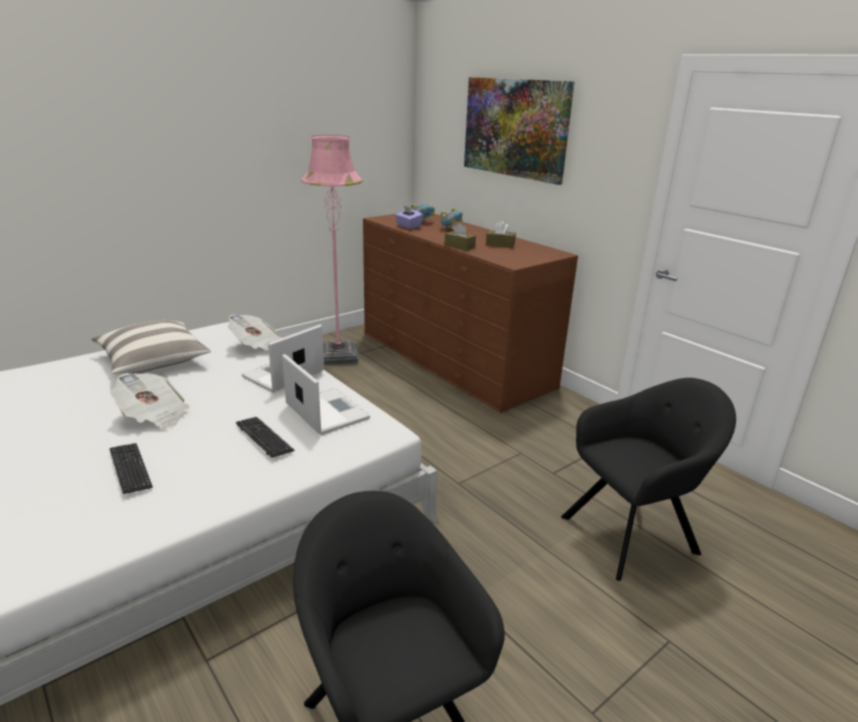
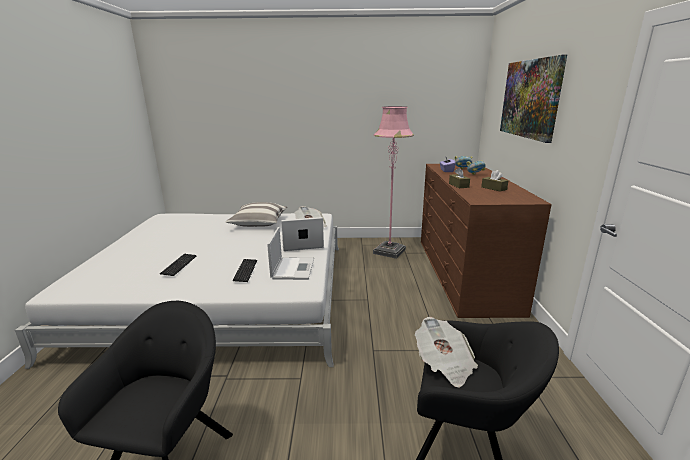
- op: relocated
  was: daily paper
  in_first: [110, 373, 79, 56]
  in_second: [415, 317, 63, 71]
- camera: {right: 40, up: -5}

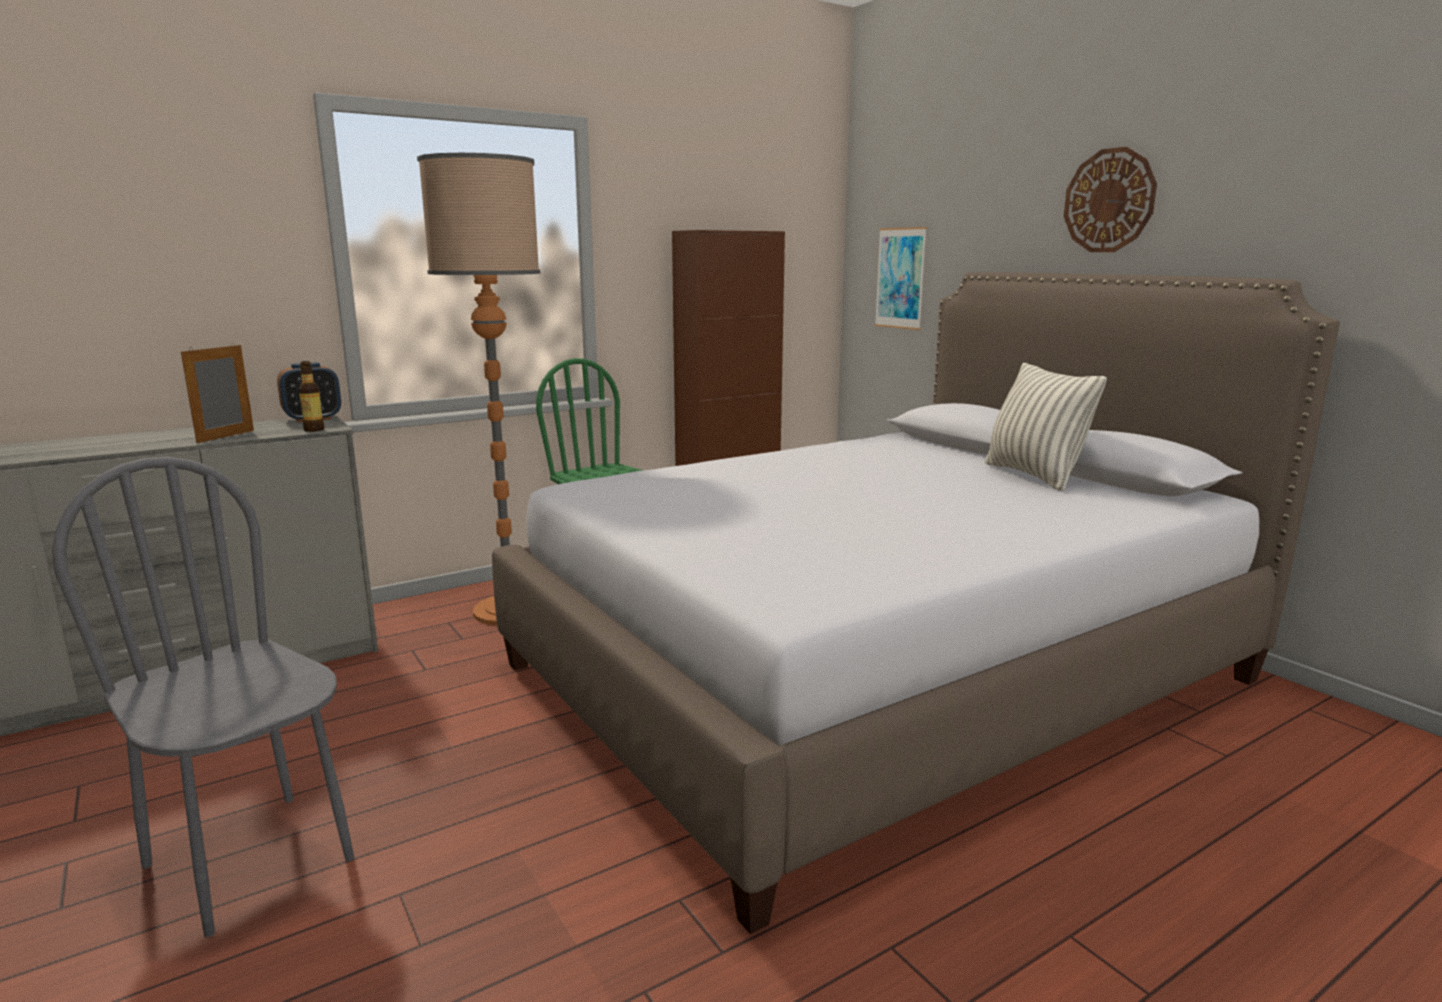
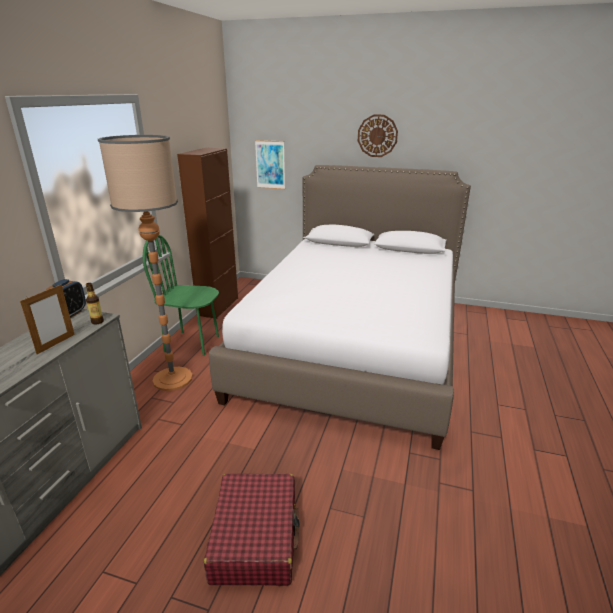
- op: spun
  was: photo frame
  in_first: [181, 343, 73, 100]
  in_second: [20, 285, 55, 69]
  clockwise: -135
- op: missing
  was: throw pillow
  in_first: [985, 363, 122, 128]
- op: exchanged
  was: greyish plain chair
  now: red-coloured suitcase
  in_first: [52, 457, 302, 480]
  in_second: [204, 474, 96, 112]
- camera: {right: -40, up: 10}

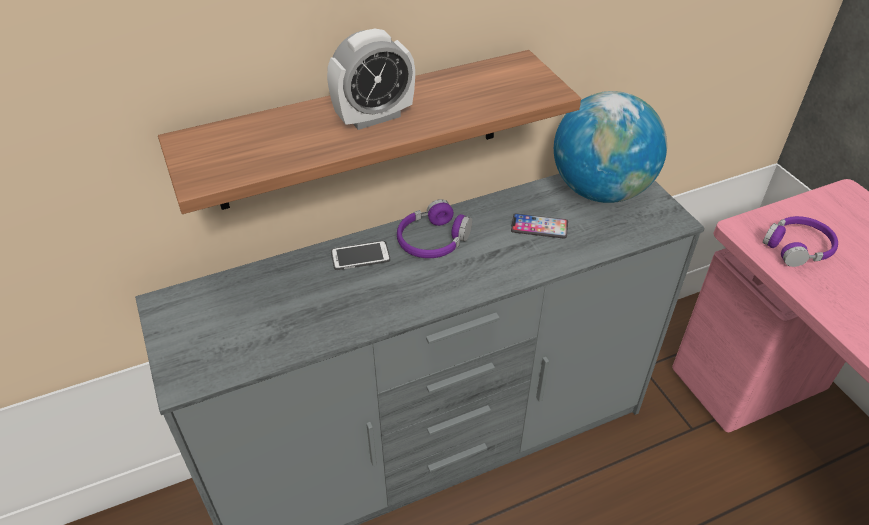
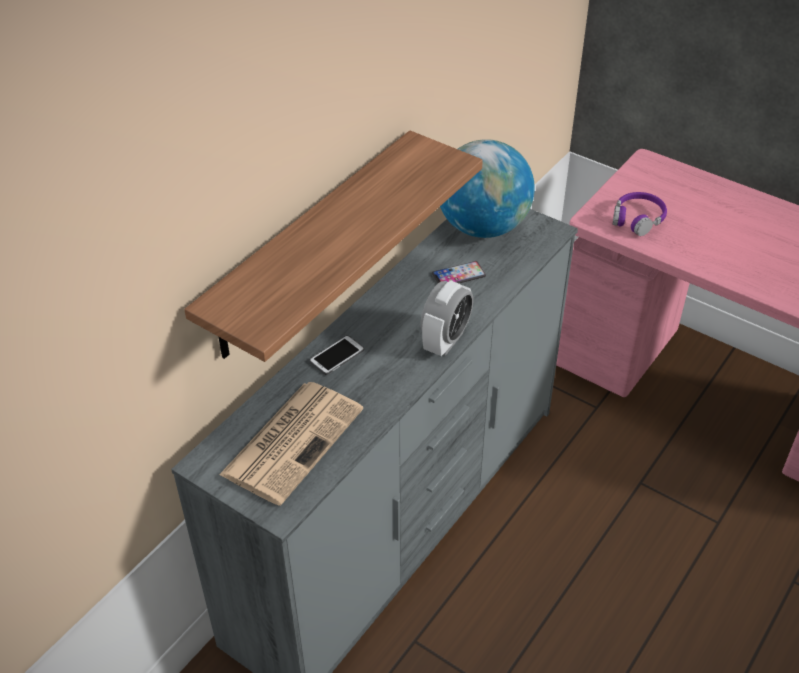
- op: relocated
  was: table clock
  in_first: [327, 29, 88, 101]
  in_second: [420, 281, 54, 75]
- op: missing
  was: purple-coloured pair of headphones
  in_first: [397, 199, 75, 59]
- op: appeared
  now: daily paper
  in_second: [219, 382, 144, 124]
- camera: {right: -30, up: 0}

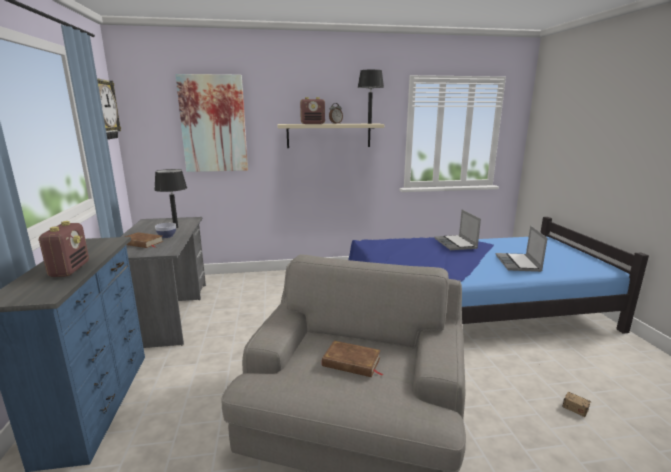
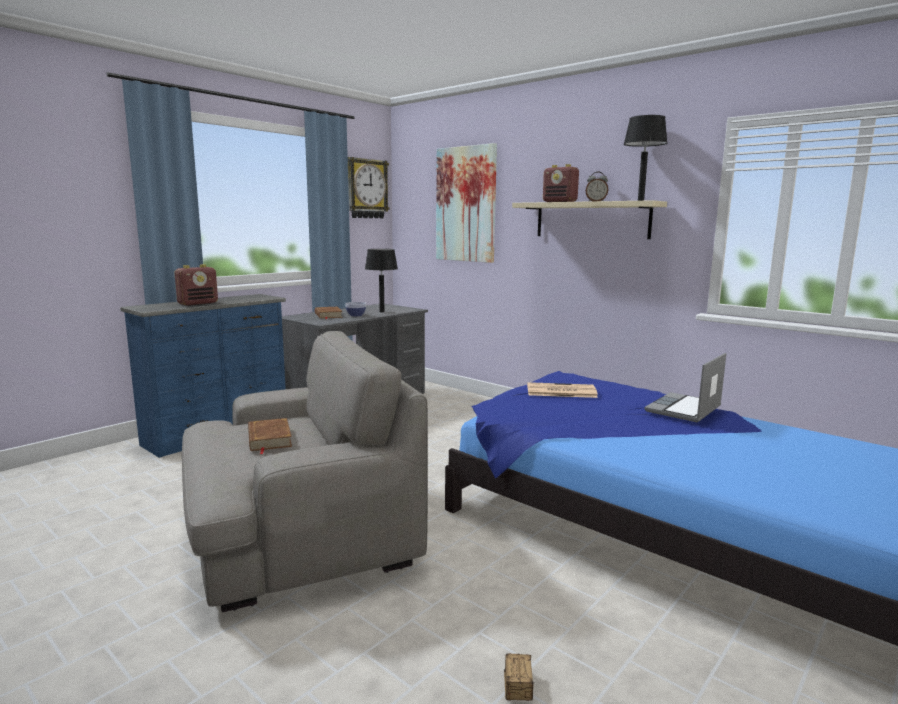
- op: missing
  was: laptop
  in_first: [496, 225, 52, 47]
- op: appeared
  now: daily paper
  in_second: [527, 382, 71, 16]
- camera: {right: 50, up: -5}

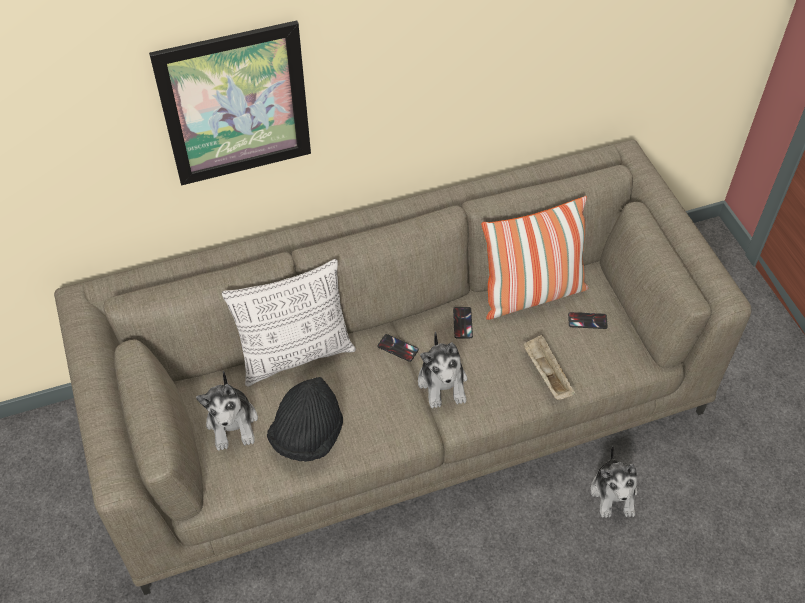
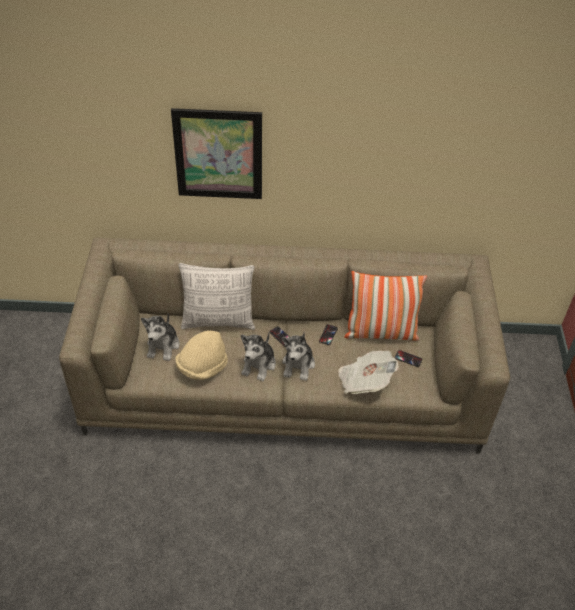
- op: exchanged
  was: beige-coloured serving tray
  now: daily paper
  in_first: [523, 335, 52, 65]
  in_second: [338, 351, 60, 43]
- op: colour
  was: black hat
  now: beige-coloured hat
  in_first: [267, 377, 76, 85]
  in_second: [175, 330, 53, 50]
- op: relocated
  was: cuddly toy
  in_first: [591, 446, 47, 72]
  in_second: [241, 332, 35, 49]
- camera: {right: 20, up: -5}

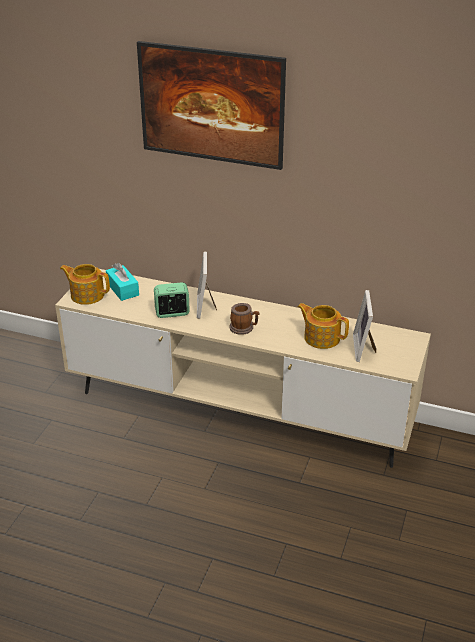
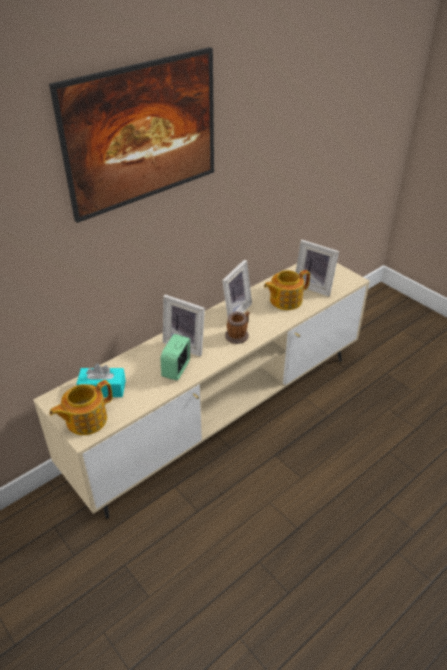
- op: appeared
  now: photo frame
  in_second: [222, 260, 30, 56]
- camera: {right: -60, up: 5}

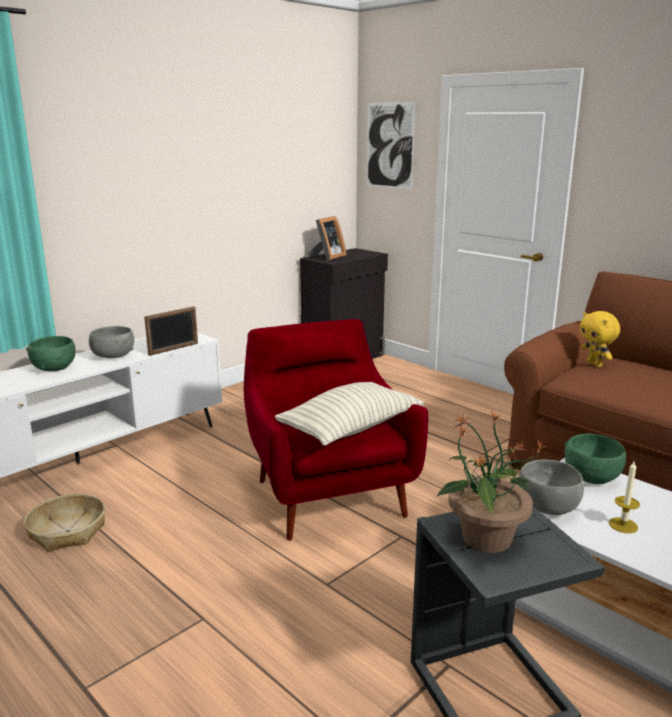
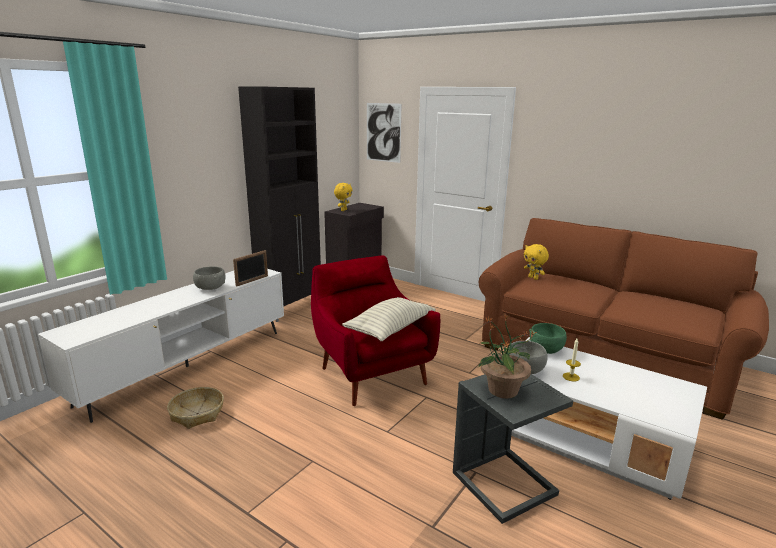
- op: exchanged
  was: photo frame
  now: yellow cuddly toy
  in_first: [308, 216, 38, 45]
  in_second: [334, 183, 18, 28]
- op: missing
  was: green bowl
  in_first: [26, 336, 50, 35]
- op: appeared
  now: black cupboard
  in_second: [238, 86, 83, 236]
- camera: {right: -10, up: 0}

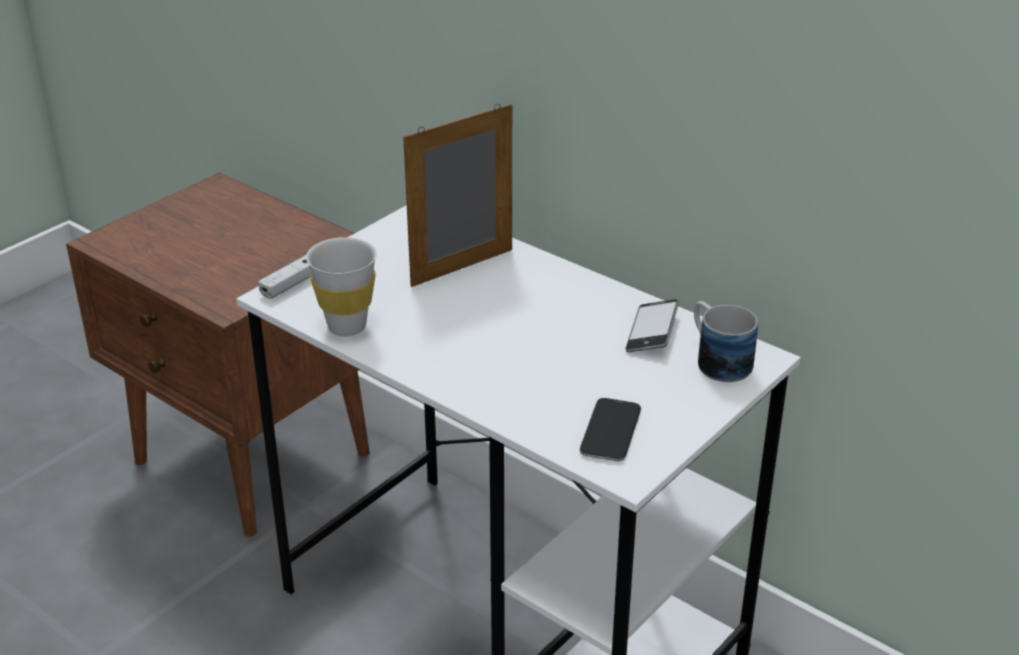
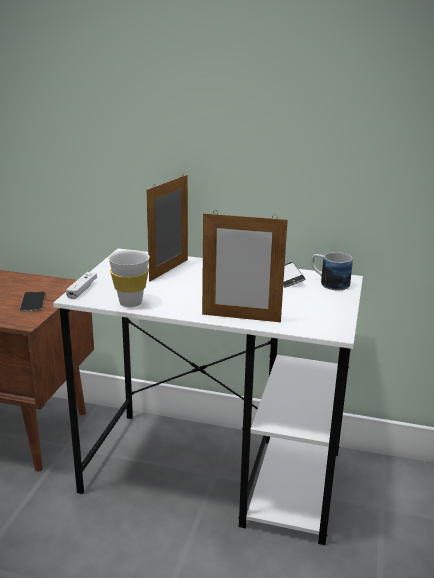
- op: relocated
  was: telephone
  in_first: [580, 398, 61, 64]
  in_second: [20, 291, 25, 20]
- op: appeared
  now: photo frame
  in_second: [202, 210, 86, 112]
- camera: {right: -25, up: -10}

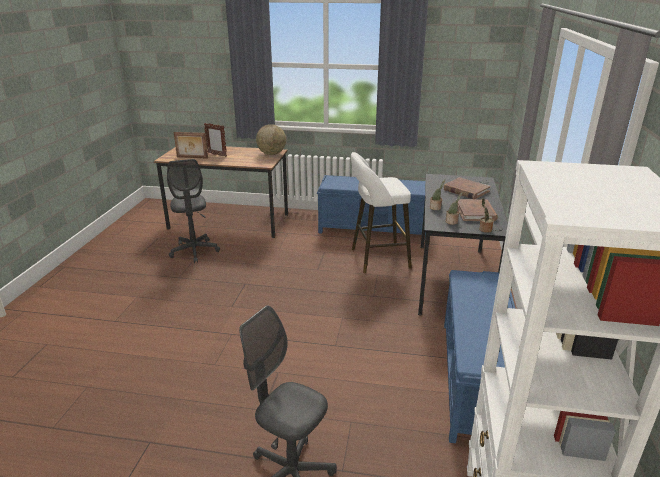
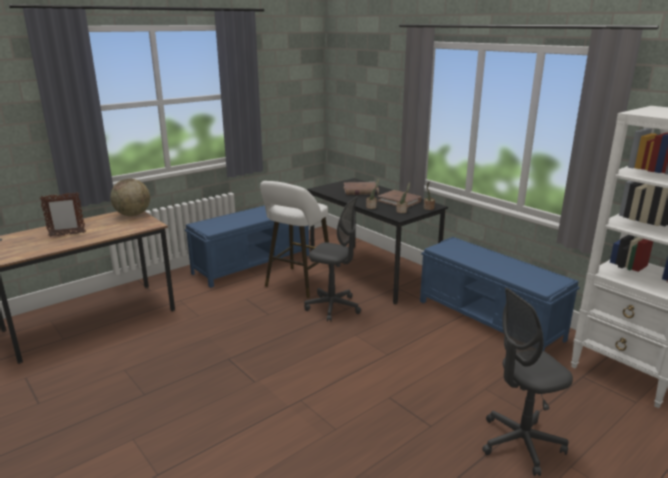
- op: missing
  was: photo frame
  in_first: [174, 132, 34, 27]
- op: relocated
  was: greyish office chair
  in_first: [167, 159, 53, 104]
  in_second: [304, 196, 57, 126]
- camera: {right: -50, up: -5}

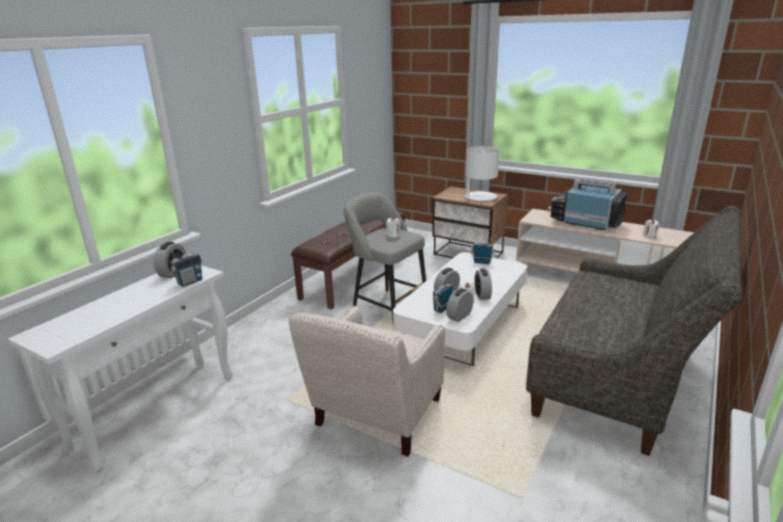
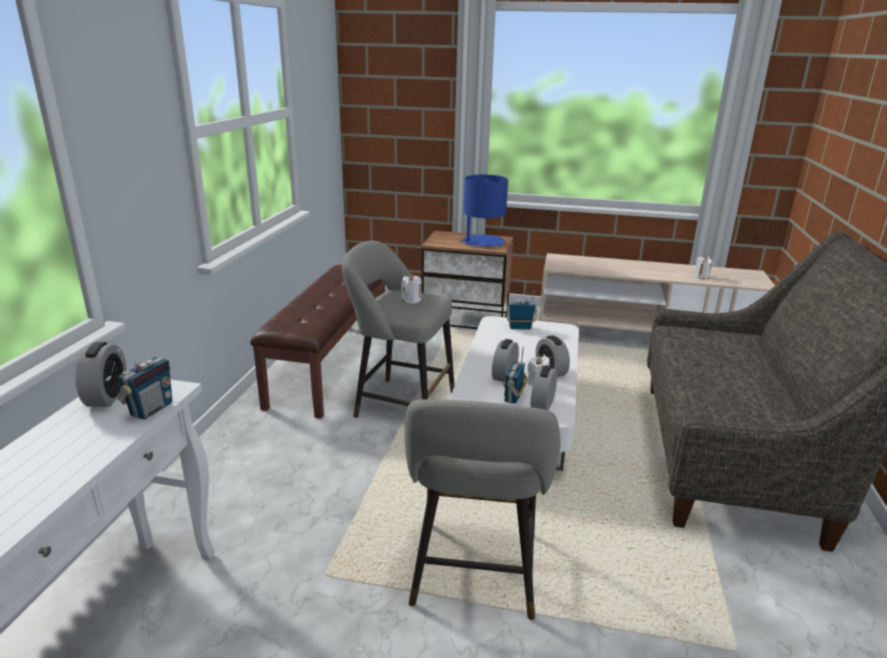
- op: colour
  was: white-coloured lamp for a table
  now: blue lamp for a table
  in_first: [461, 146, 39, 55]
  in_second: [460, 175, 48, 72]
- op: missing
  was: TV
  in_first: [548, 179, 80, 51]
- op: exchanged
  was: beige-coloured easy chair
  now: greyish stool seat
  in_first: [289, 306, 156, 151]
  in_second: [404, 399, 157, 221]
- camera: {right: -20, up: 0}

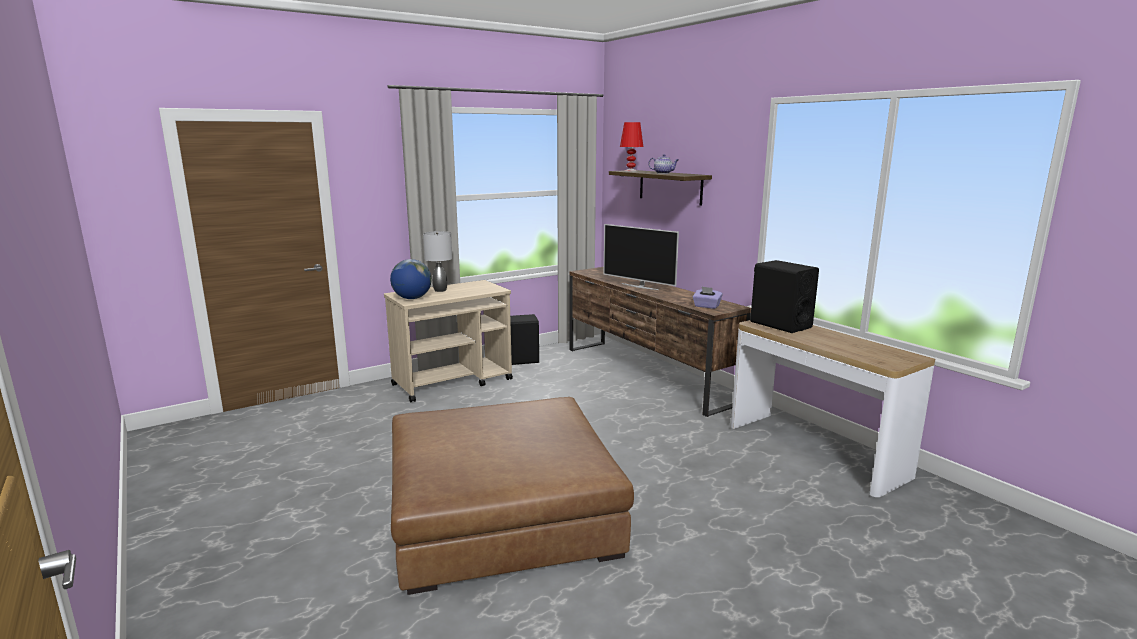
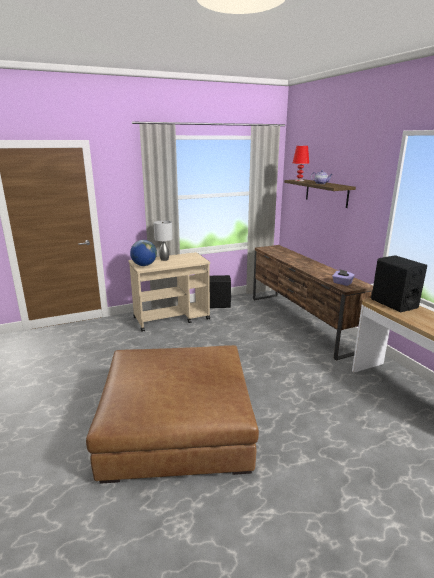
- op: missing
  was: TV
  in_first: [604, 224, 75, 66]
- camera: {right: 10, up: 5}

